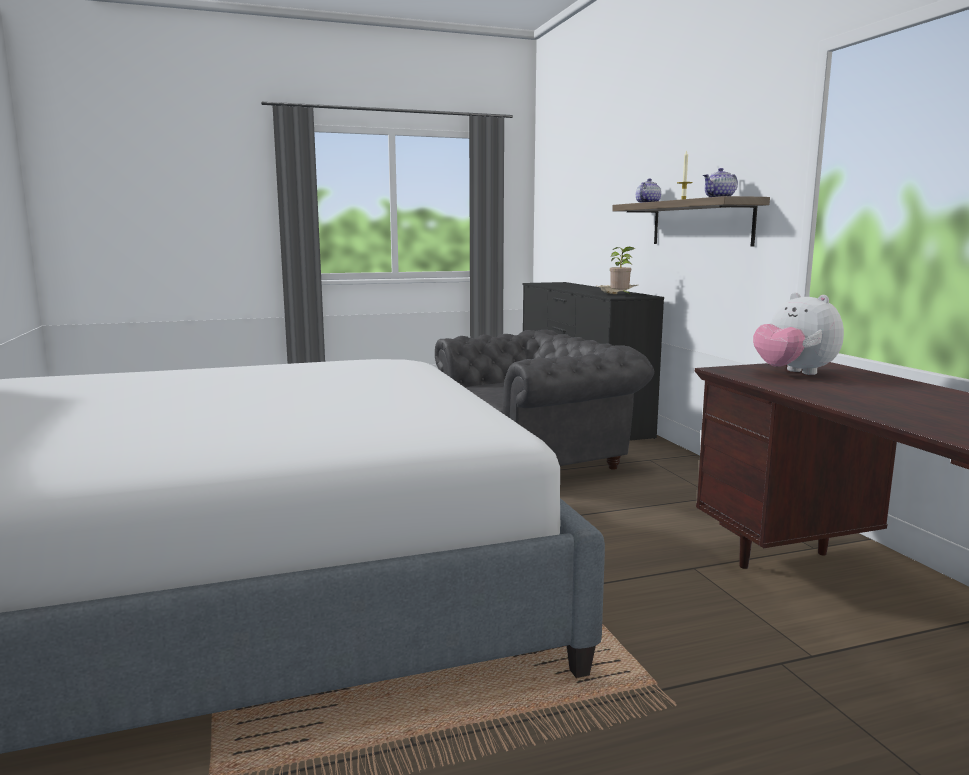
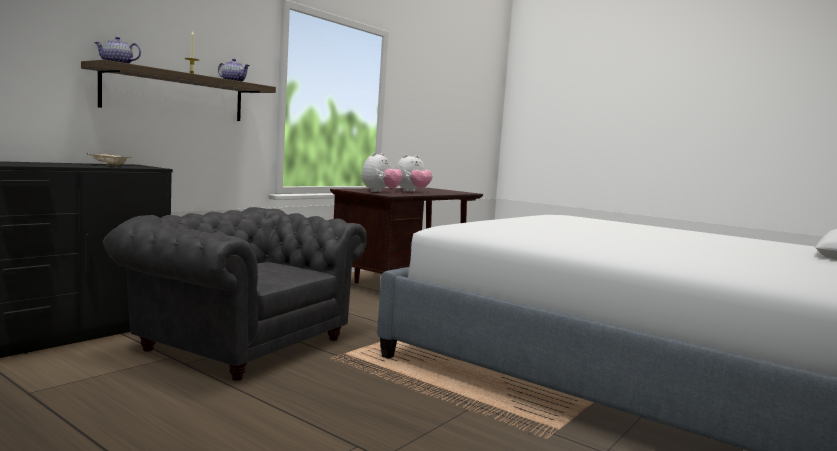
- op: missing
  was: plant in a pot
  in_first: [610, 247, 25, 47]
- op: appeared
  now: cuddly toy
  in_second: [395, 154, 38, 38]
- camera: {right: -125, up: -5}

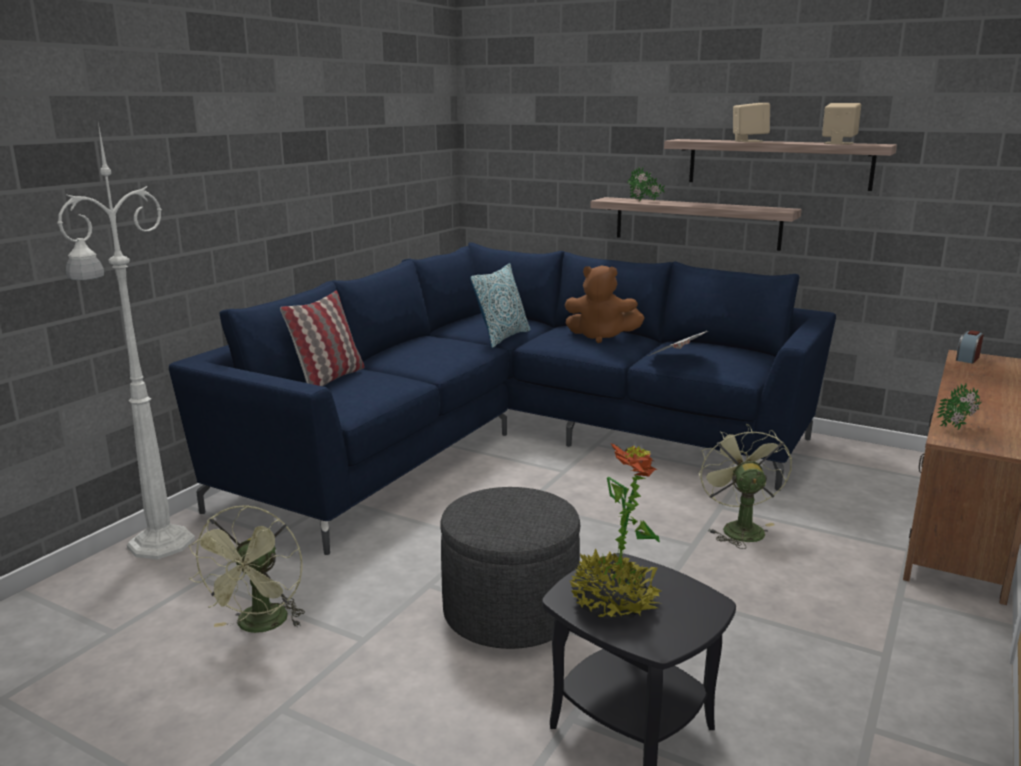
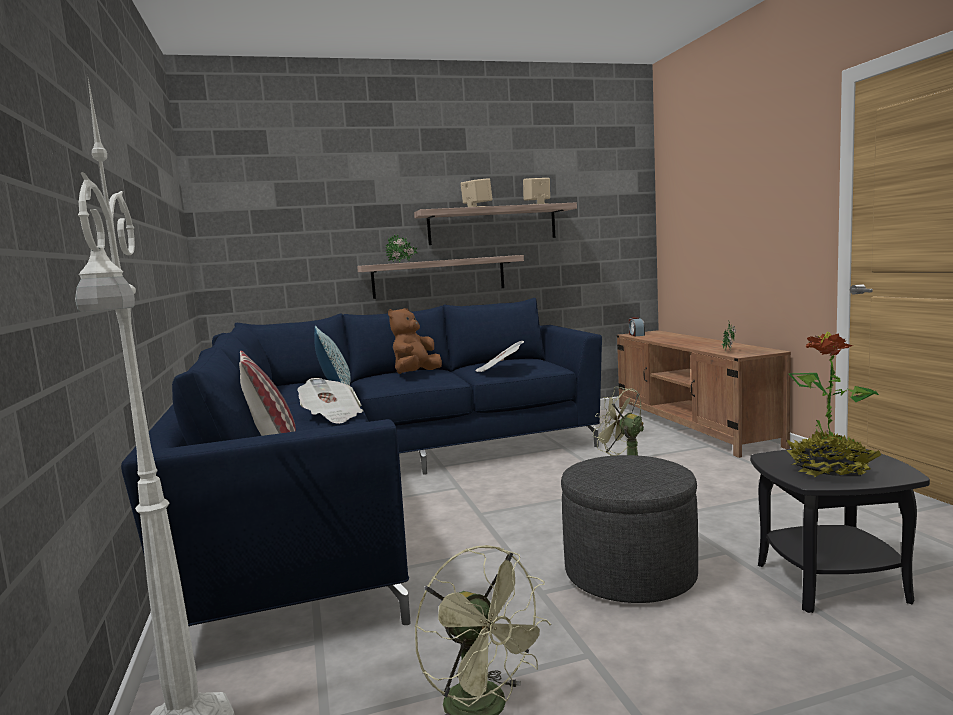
- op: spun
  was: brown-coloured cuddly toy
  in_first: [565, 265, 80, 78]
  in_second: [388, 308, 54, 66]
  clockwise: 150
- op: appeared
  now: daily paper
  in_second: [297, 378, 66, 46]
- camera: {right: -45, up: -10}

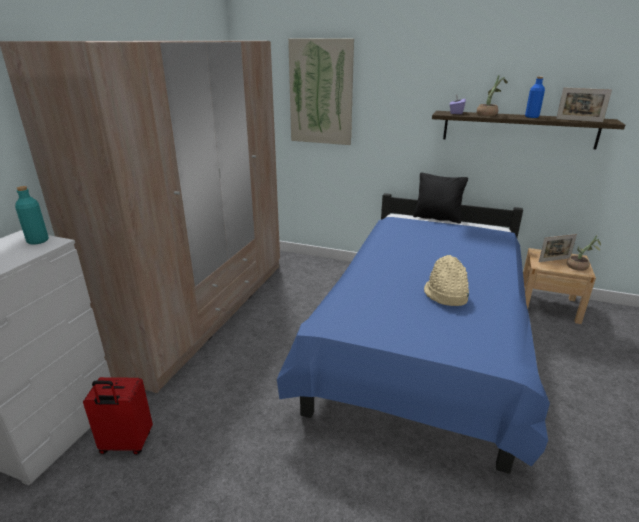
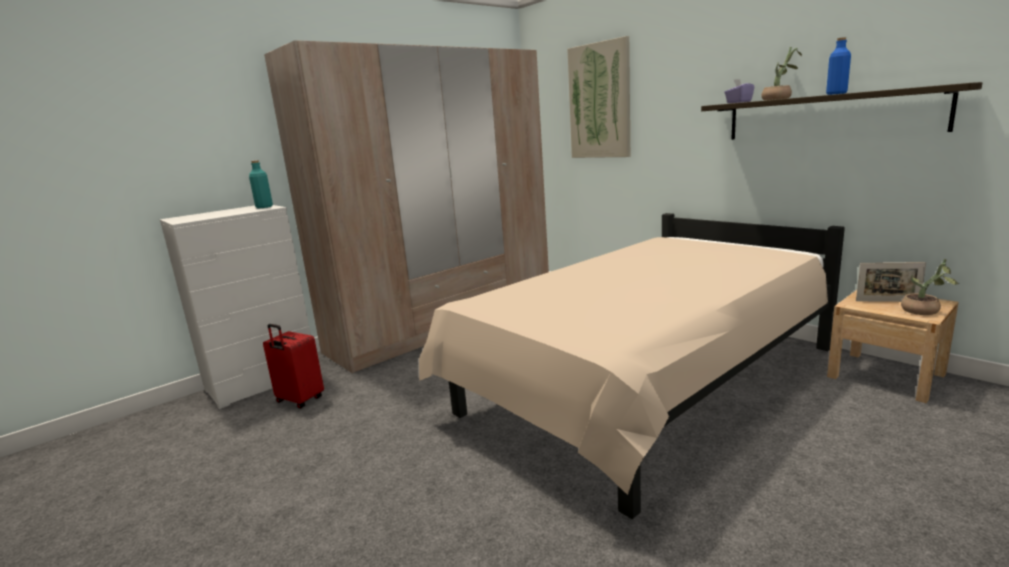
- op: missing
  was: photo frame
  in_first: [556, 88, 56, 34]
- op: missing
  was: black throw pillow
  in_first: [413, 173, 55, 51]
- op: colour
  was: blue bedroom bed
  now: beige-coloured bedroom bed
  in_first: [277, 193, 273, 281]
  in_second: [419, 213, 426, 306]
- op: missing
  was: beige-coloured hat
  in_first: [424, 255, 45, 51]
- camera: {right: 30, up: -10}

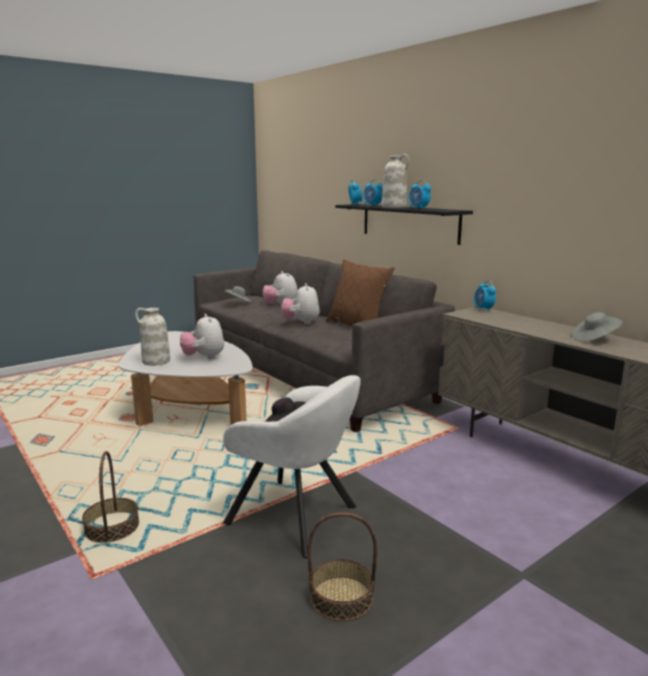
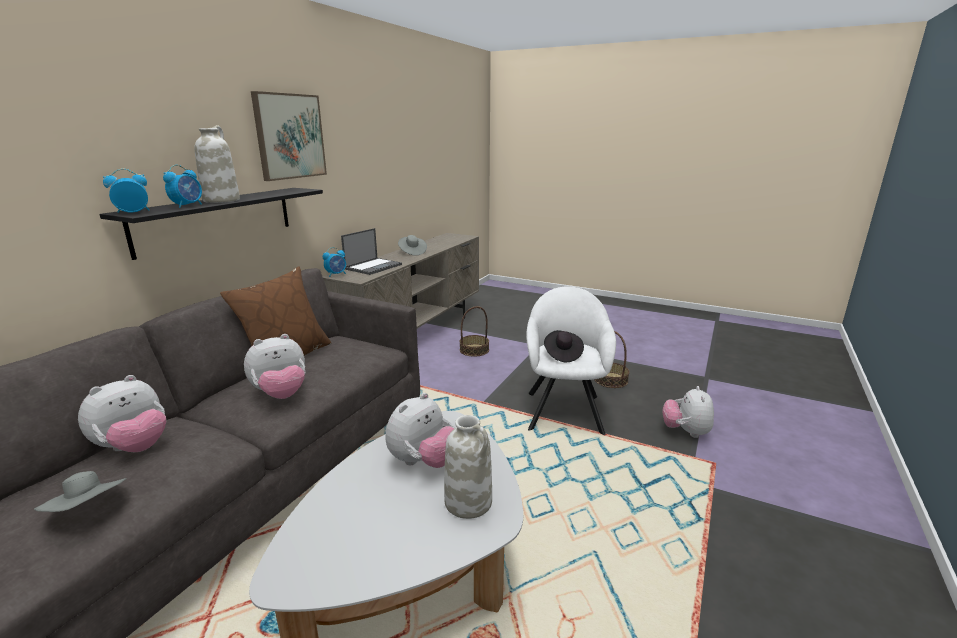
- op: missing
  was: table clock
  in_first: [408, 180, 23, 29]
- op: relocated
  was: storage basket
  in_first: [82, 451, 57, 92]
  in_second: [459, 306, 30, 51]
- op: appeared
  now: wall art
  in_second: [251, 91, 76, 90]
- op: appeared
  now: laptop
  in_second: [341, 228, 61, 47]
- op: appeared
  now: cuddly toy
  in_second: [662, 386, 52, 52]
- camera: {right: -115, up: 5}

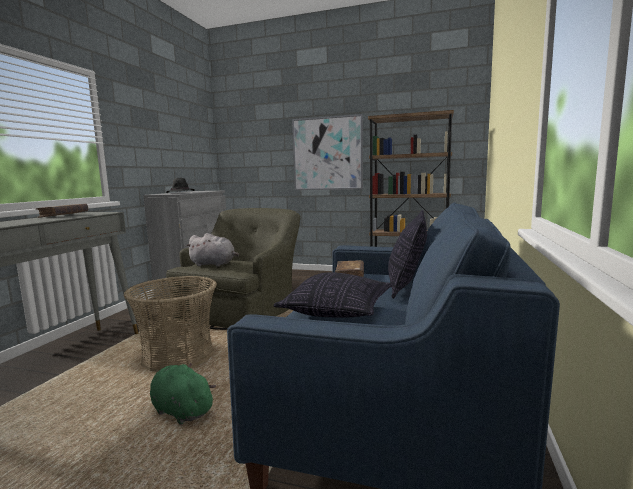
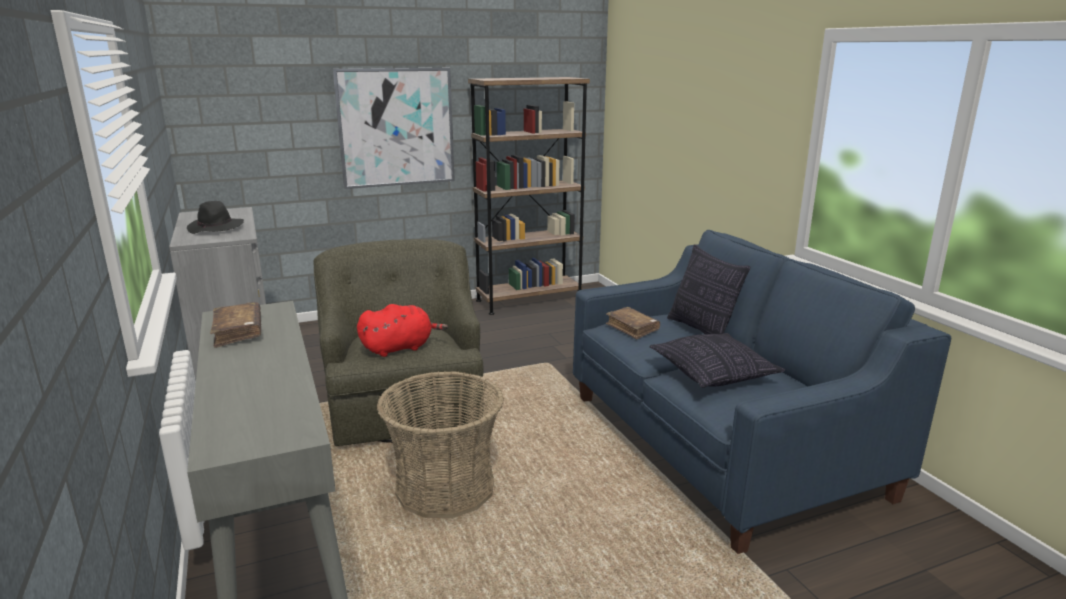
- op: colour
  was: greyish cuddly toy
  now: red-coloured cuddly toy
  in_first: [186, 233, 53, 34]
  in_second: [357, 304, 91, 53]
- op: missing
  was: green cuddly toy
  in_first: [150, 363, 66, 62]
- camera: {right: -40, up: 10}

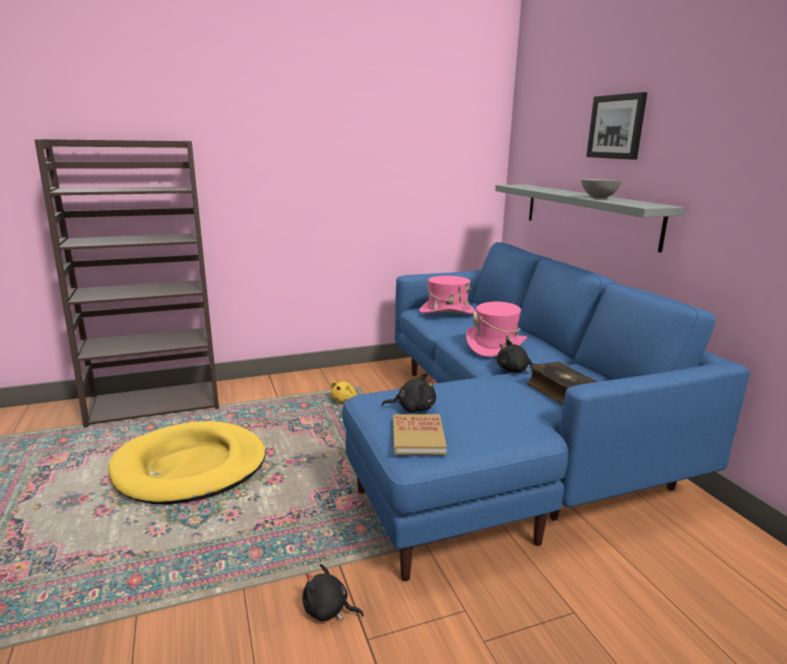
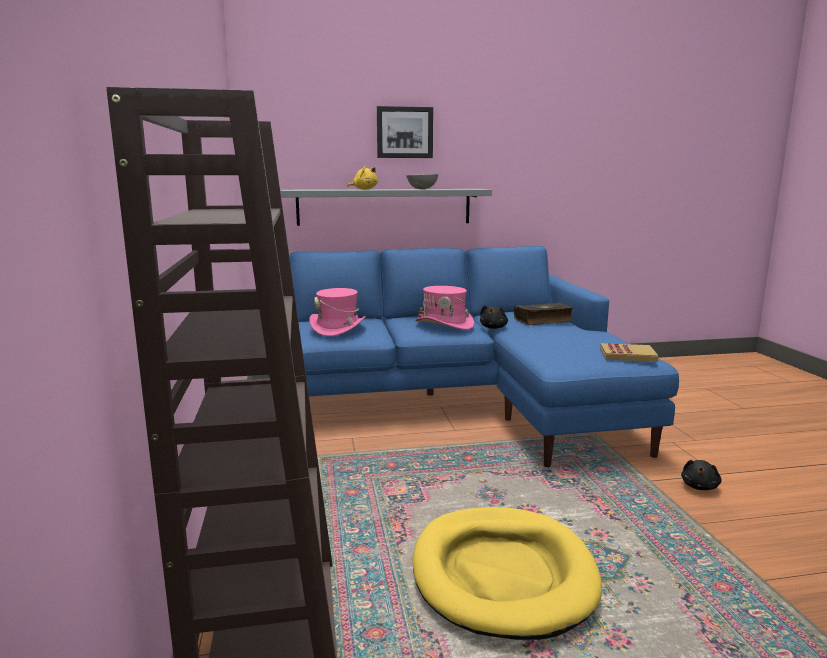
- op: missing
  was: black cuddly toy
  in_first: [382, 373, 54, 40]
- op: relocated
  was: yellow cuddly toy
  in_first: [331, 381, 26, 22]
  in_second: [347, 166, 31, 24]
- camera: {right: -80, up: -5}

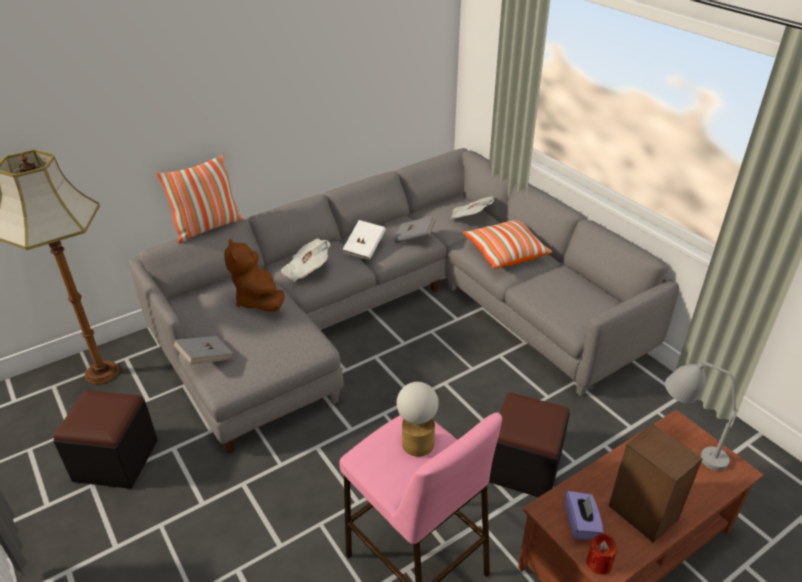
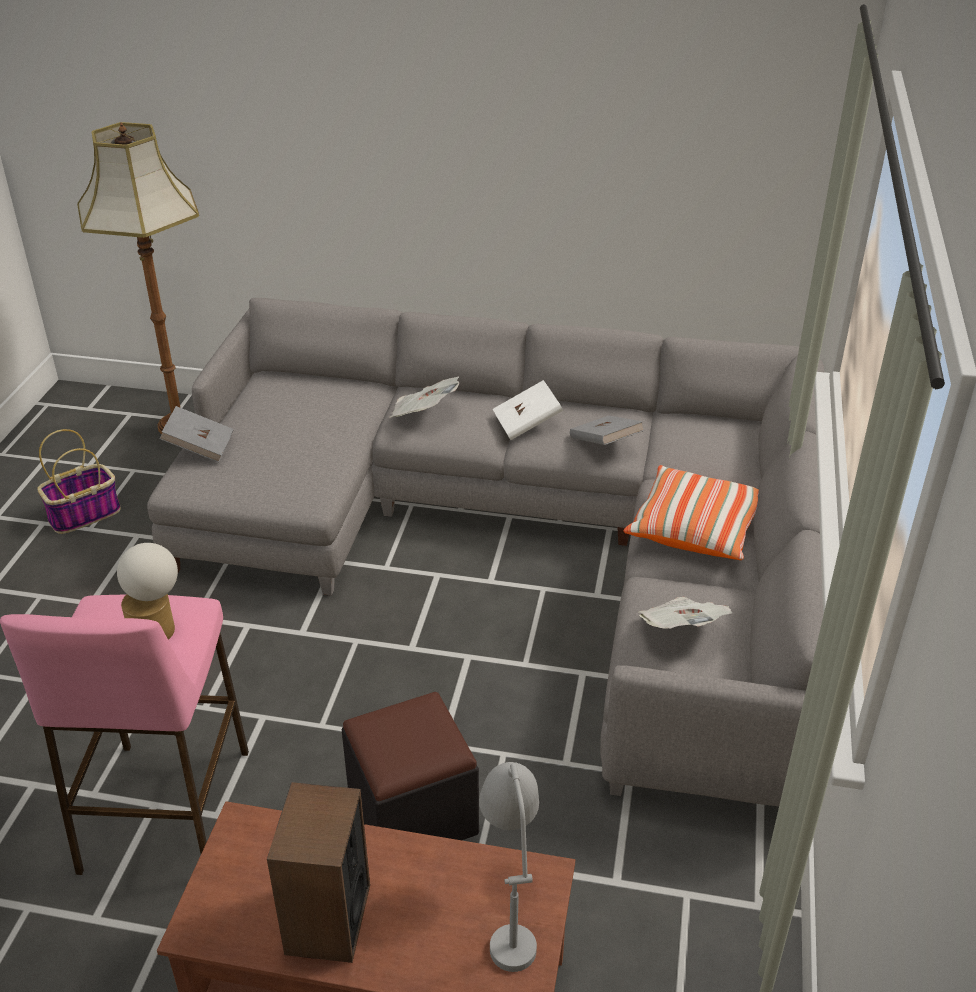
- op: missing
  was: throw pillow
  in_first: [157, 155, 86, 88]
- op: relocated
  was: daily paper
  in_first: [450, 196, 44, 23]
  in_second: [639, 597, 94, 32]
- op: missing
  was: brown-coloured cuddly toy
  in_first: [224, 238, 61, 74]
- op: exchanged
  was: black pouffe
  now: storage basket
  in_first: [53, 390, 105, 99]
  in_second: [37, 429, 84, 105]
- op: missing
  was: purple-coloured tissue box
  in_first: [565, 491, 38, 49]
- op: missing
  was: red-coloured candle
  in_first: [586, 533, 31, 42]
- camera: {right: 45, up: 0}

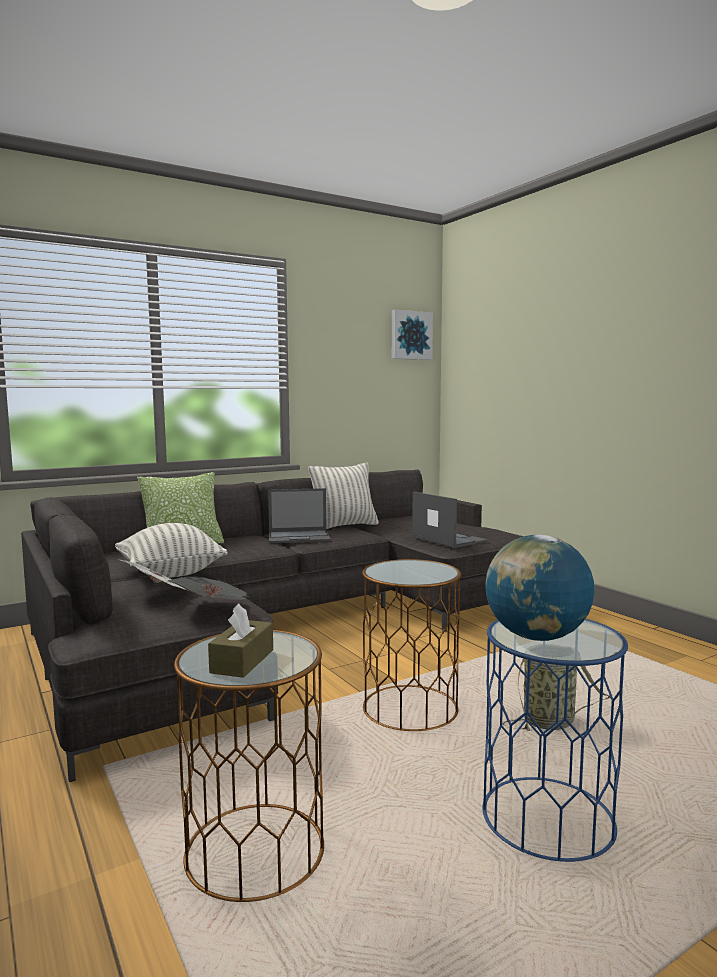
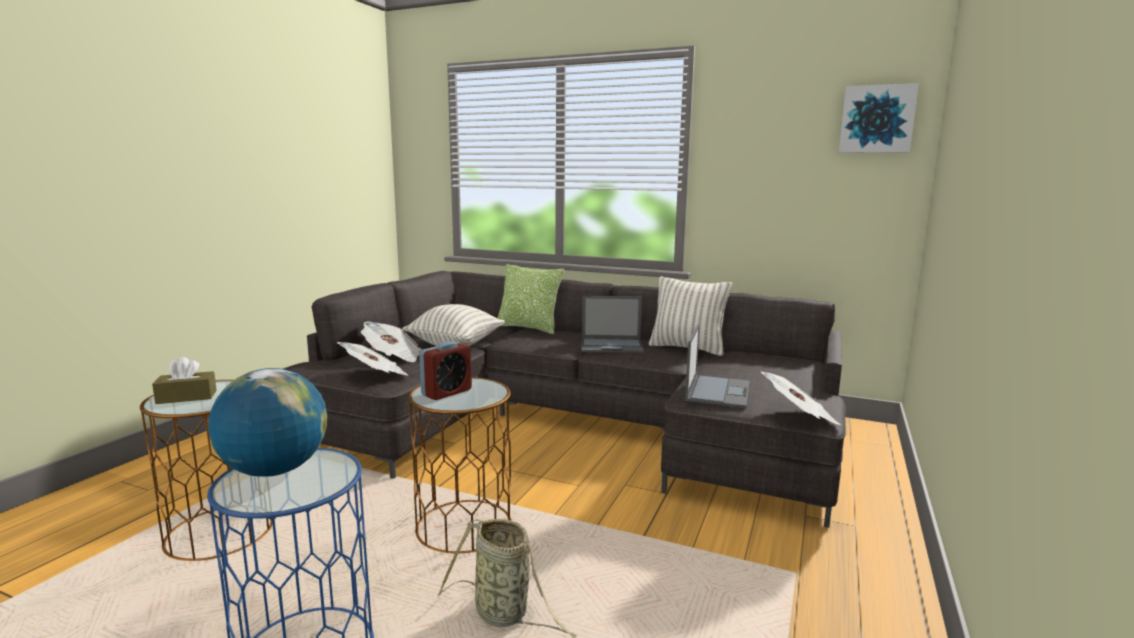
- op: spun
  was: laptop
  in_first: [268, 488, 62, 55]
  in_second: [581, 296, 63, 57]
  clockwise: -45
- op: appeared
  now: table clock
  in_second: [419, 342, 53, 58]
- op: appeared
  now: daily paper
  in_second: [760, 371, 81, 54]
- camera: {right: 55, up: 5}

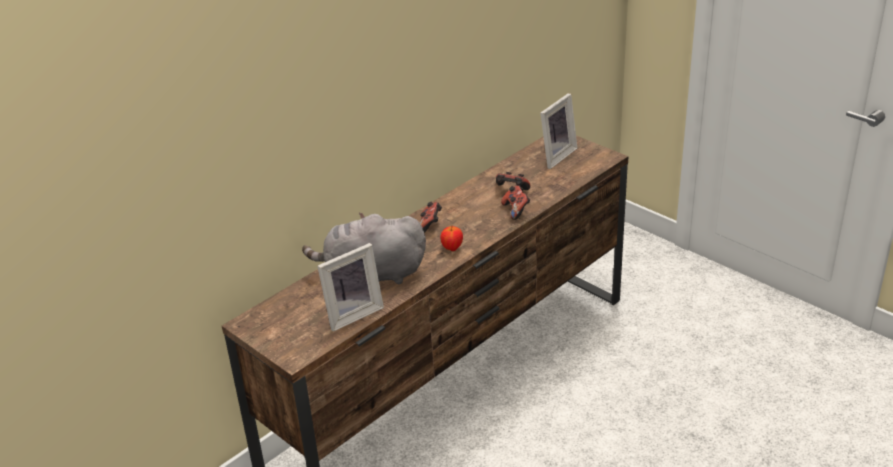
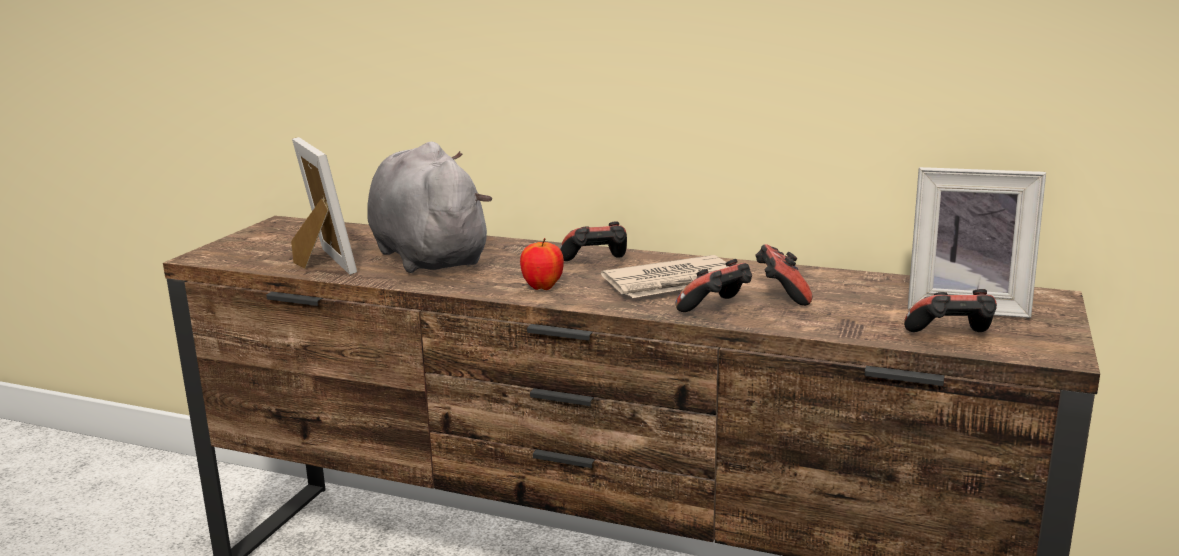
- op: spun
  was: photo frame
  in_first: [317, 243, 67, 89]
  in_second: [291, 137, 66, 138]
  clockwise: -150
- op: appeared
  now: daily paper
  in_second: [601, 255, 144, 43]
- op: appeared
  now: gamepad
  in_second: [904, 289, 93, 43]
- camera: {right: 65, up: -15}

